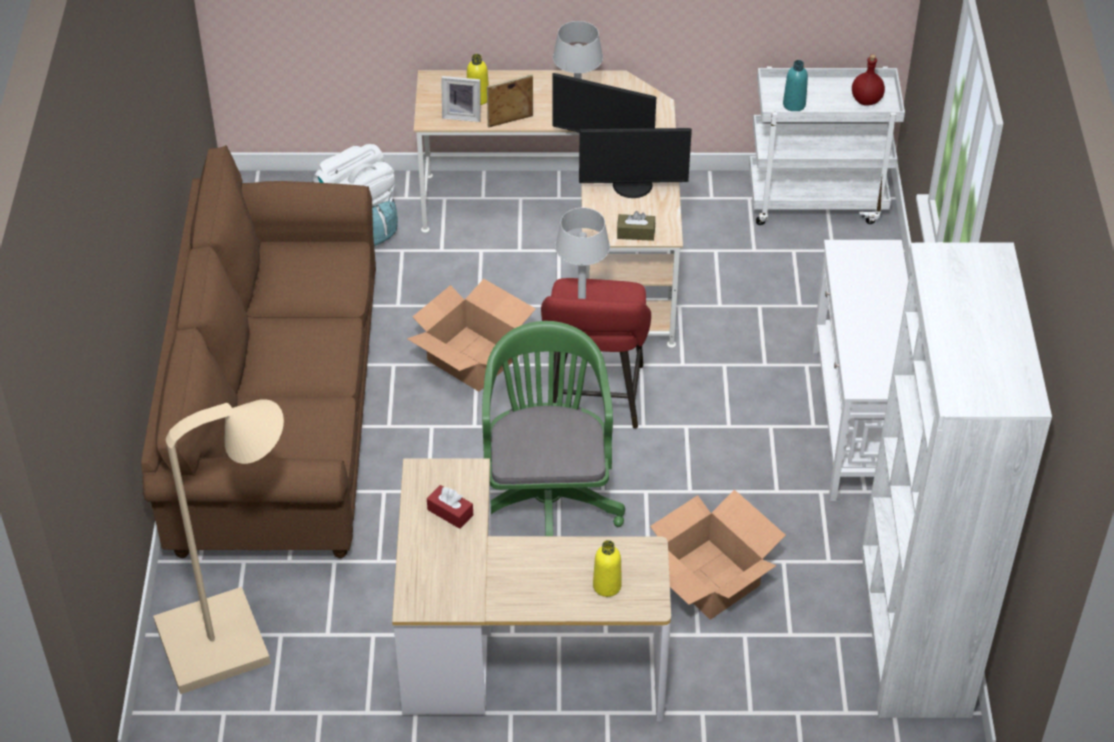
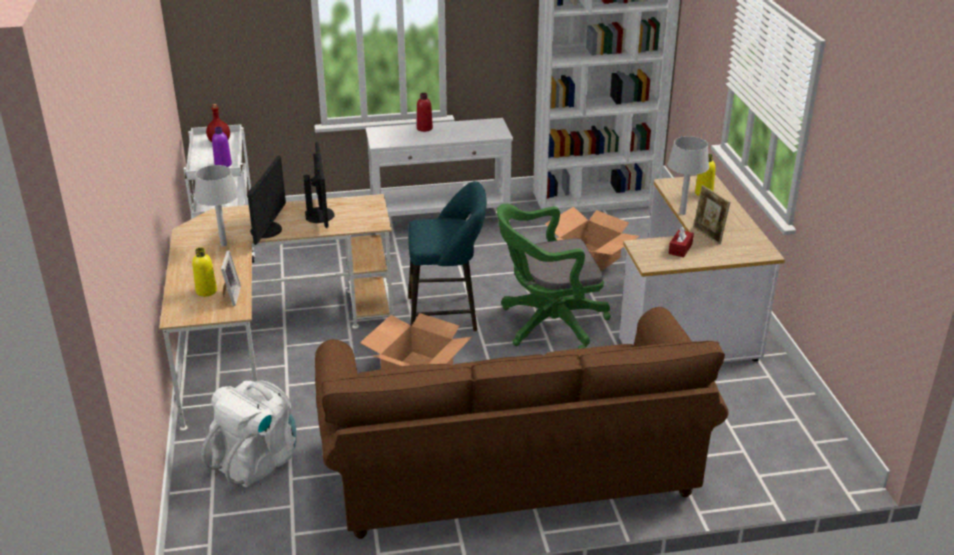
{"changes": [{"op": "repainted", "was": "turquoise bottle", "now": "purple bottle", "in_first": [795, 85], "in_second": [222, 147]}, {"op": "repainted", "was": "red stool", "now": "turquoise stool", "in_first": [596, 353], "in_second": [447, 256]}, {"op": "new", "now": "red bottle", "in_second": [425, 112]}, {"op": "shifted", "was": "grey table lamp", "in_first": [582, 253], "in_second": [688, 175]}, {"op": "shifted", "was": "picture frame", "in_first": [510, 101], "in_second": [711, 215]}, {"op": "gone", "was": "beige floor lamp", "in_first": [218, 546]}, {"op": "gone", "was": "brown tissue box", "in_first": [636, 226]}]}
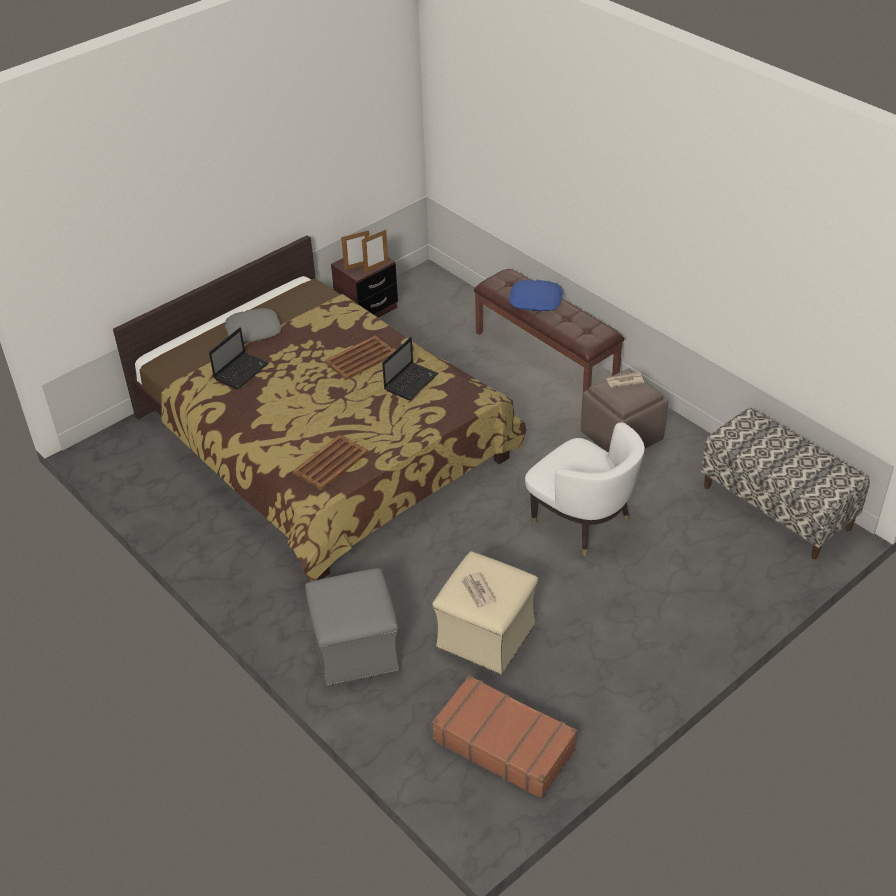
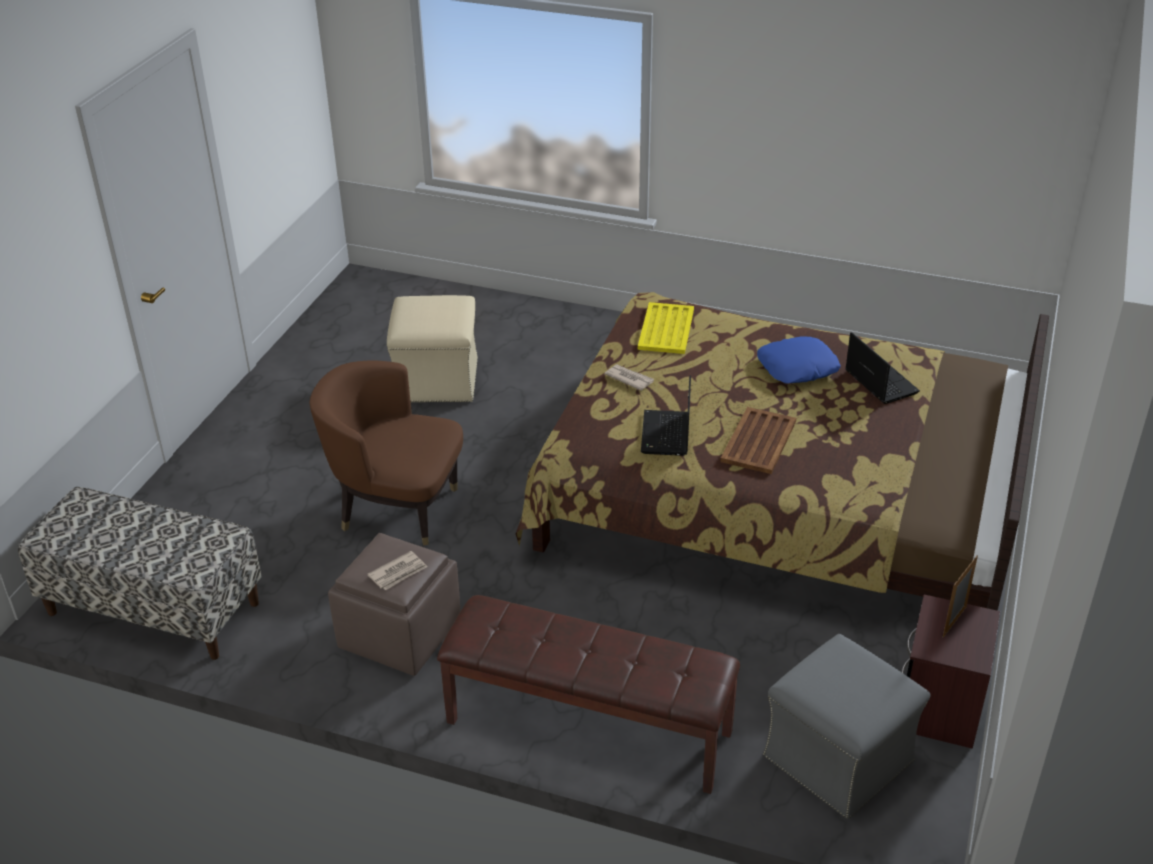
{"changes": [{"op": "repainted", "was": "white armchair", "now": "brown armchair", "in_first": [585, 489], "in_second": [386, 452]}, {"op": "shifted", "was": "newspaper", "in_first": [478, 590], "in_second": [629, 377]}, {"op": "repainted", "was": "brown tray", "now": "yellow tray", "in_first": [330, 462], "in_second": [666, 328]}, {"op": "shifted", "was": "blue pillow", "in_first": [536, 295], "in_second": [799, 360]}, {"op": "shifted", "was": "grey ottoman", "in_first": [352, 627], "in_second": [846, 726]}, {"op": "rotated", "was": "laptop", "in_first": [239, 358], "in_second": [882, 368], "clockwise": 150}, {"op": "gone", "was": "grey pillow", "in_first": [253, 325]}, {"op": "gone", "was": "picture frame", "in_first": [375, 251]}, {"op": "gone", "was": "brown suitcase", "in_first": [504, 737]}]}
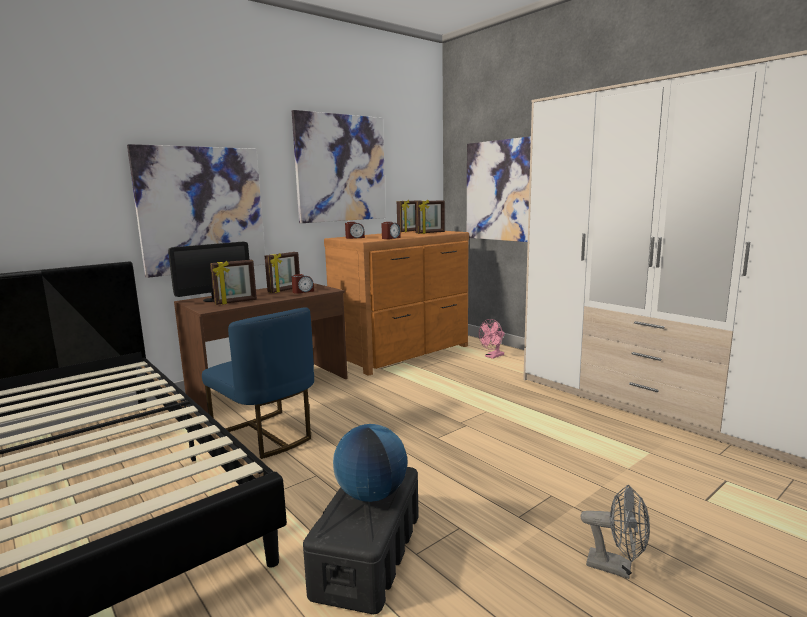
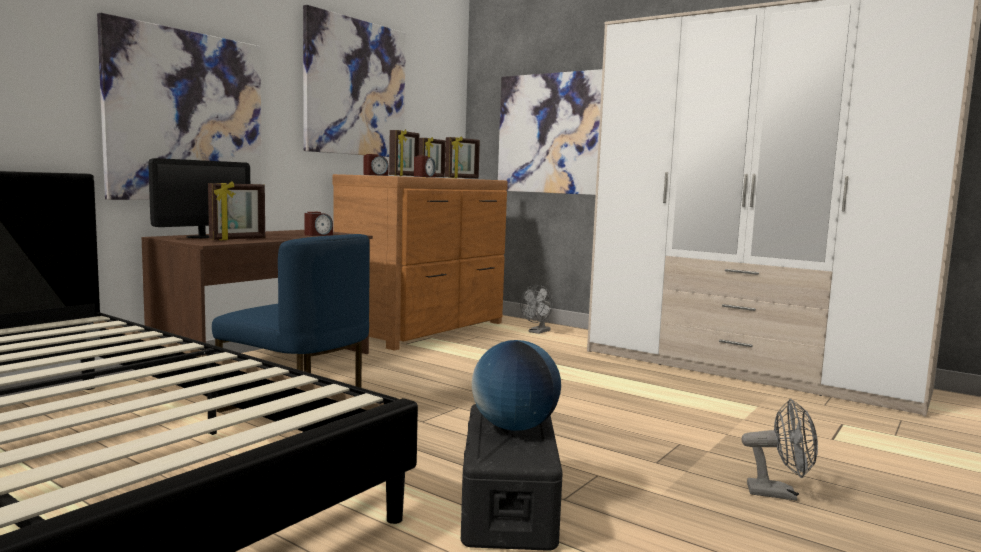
{"changes": [{"op": "shifted", "was": "picture frame", "in_first": [282, 272], "in_second": [404, 152]}, {"op": "repainted", "was": "pink fan", "now": "grey fan", "in_first": [492, 339], "in_second": [536, 309]}]}
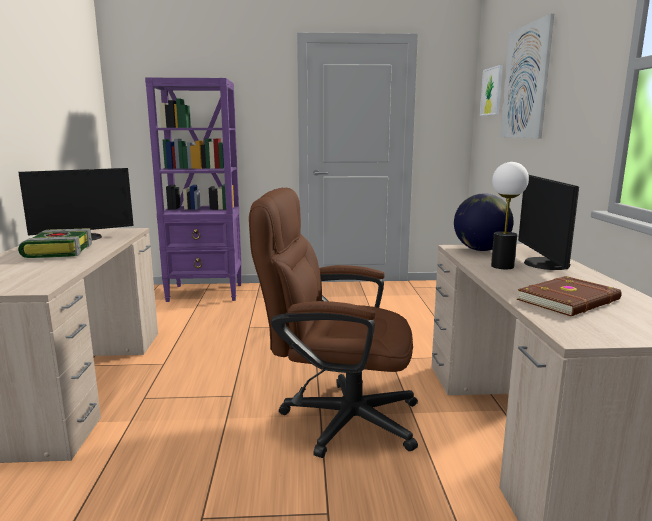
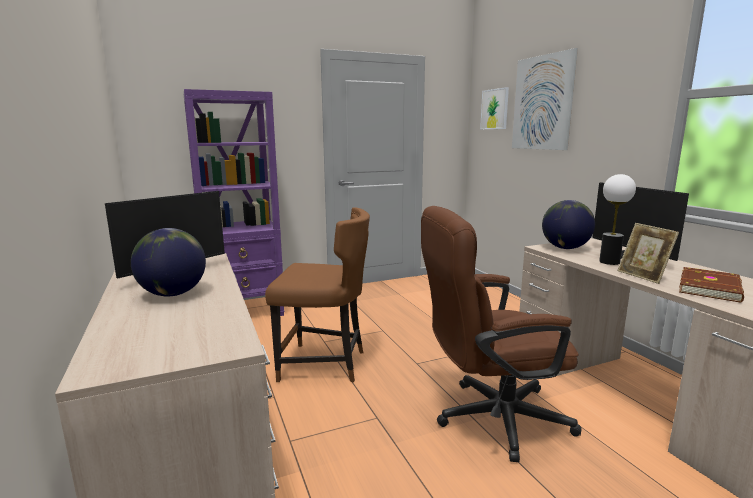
{"changes": [{"op": "swapped", "was": "book", "now": "globe", "in_first": [55, 243], "in_second": [168, 262]}, {"op": "new", "now": "brown chair", "in_second": [317, 294]}, {"op": "new", "now": "picture frame", "in_second": [648, 253]}]}
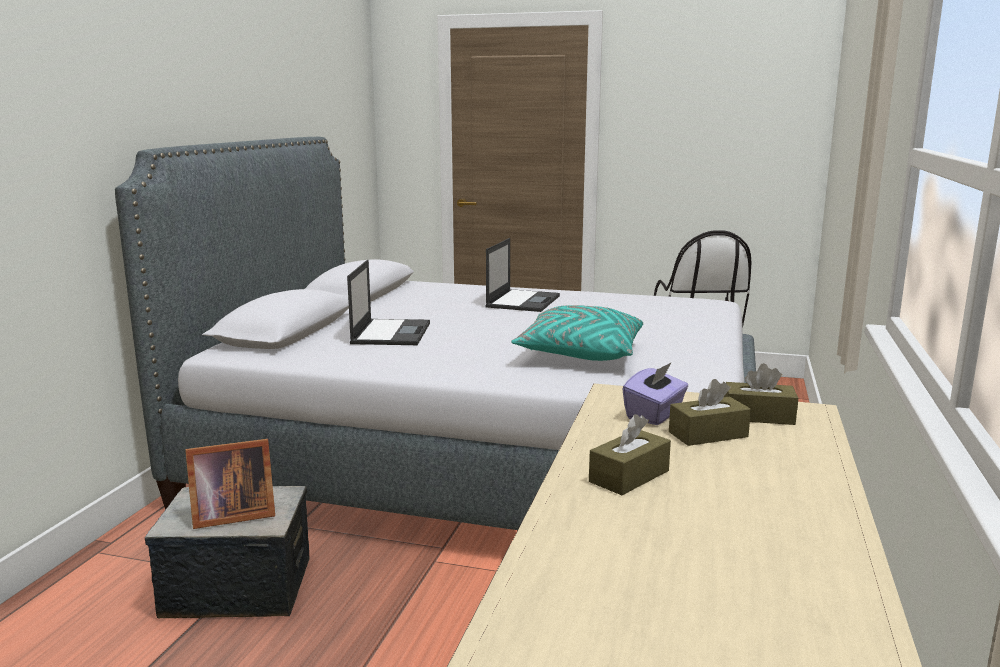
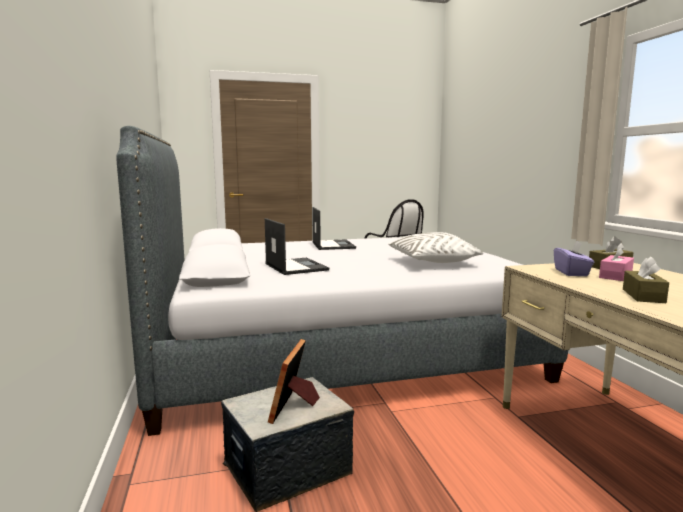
{"changes": [{"op": "rotated", "was": "picture frame", "in_first": [230, 484], "in_second": [294, 381], "clockwise": 150}, {"op": "repainted", "was": "turquoise pillow", "now": "white pillow", "in_first": [577, 333], "in_second": [435, 247]}, {"op": "repainted", "was": "brown tissue box", "now": "pink tissue box", "in_first": [710, 412], "in_second": [616, 262]}]}
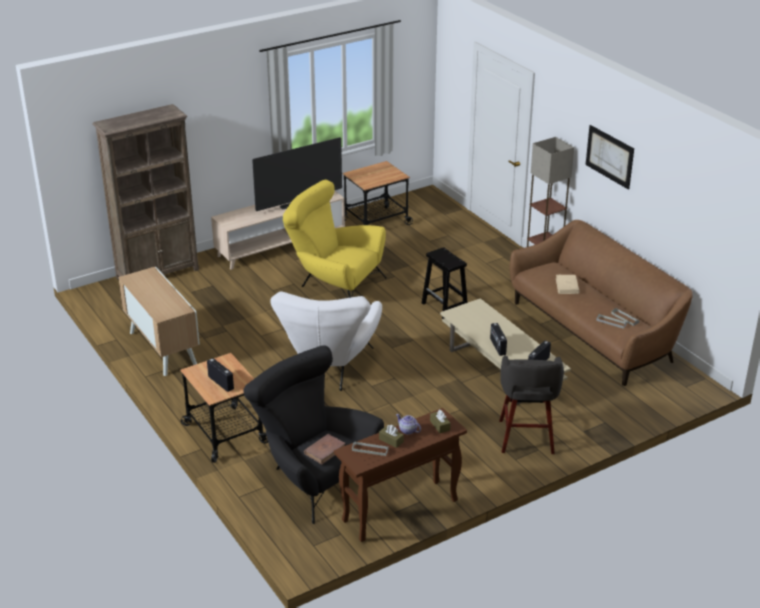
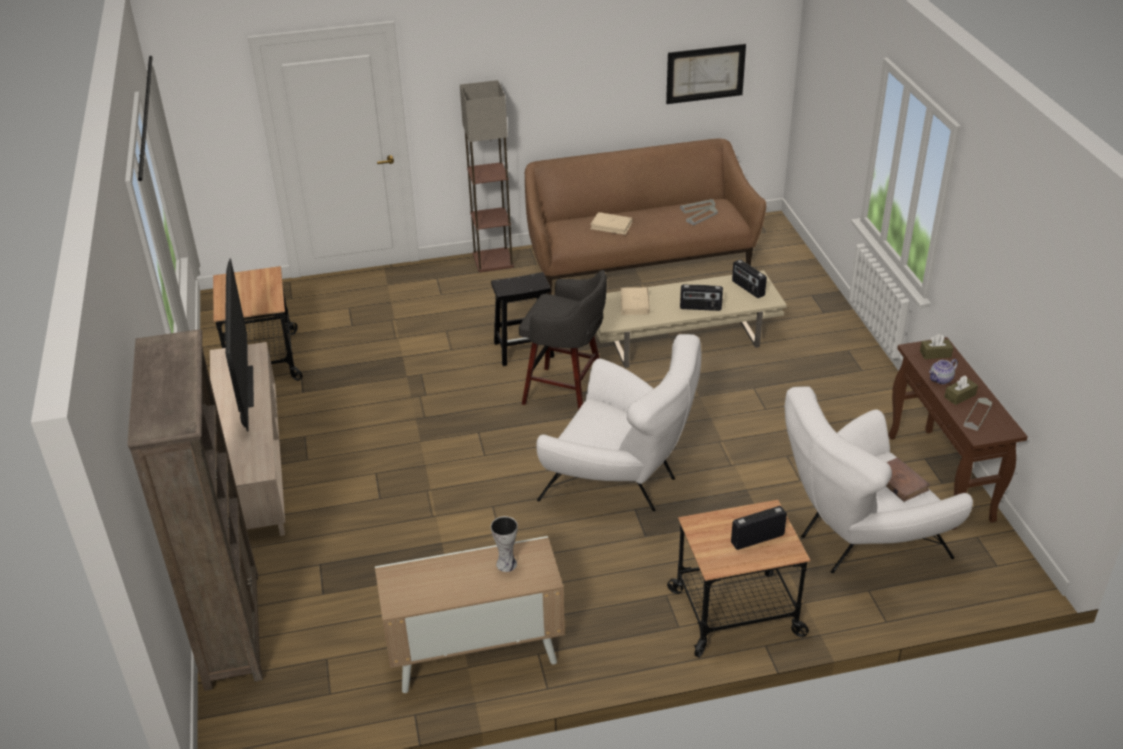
{"changes": [{"op": "new", "now": "vase", "in_second": [504, 544]}, {"op": "shifted", "was": "grey stool", "in_first": [531, 404], "in_second": [563, 340]}, {"op": "new", "now": "beige book", "in_second": [635, 301]}, {"op": "shifted", "was": "picture", "in_first": [610, 157], "in_second": [706, 74]}, {"op": "repainted", "was": "black armchair", "now": "white armchair", "in_first": [314, 434], "in_second": [879, 480]}, {"op": "gone", "was": "yellow armchair", "in_first": [335, 239]}]}
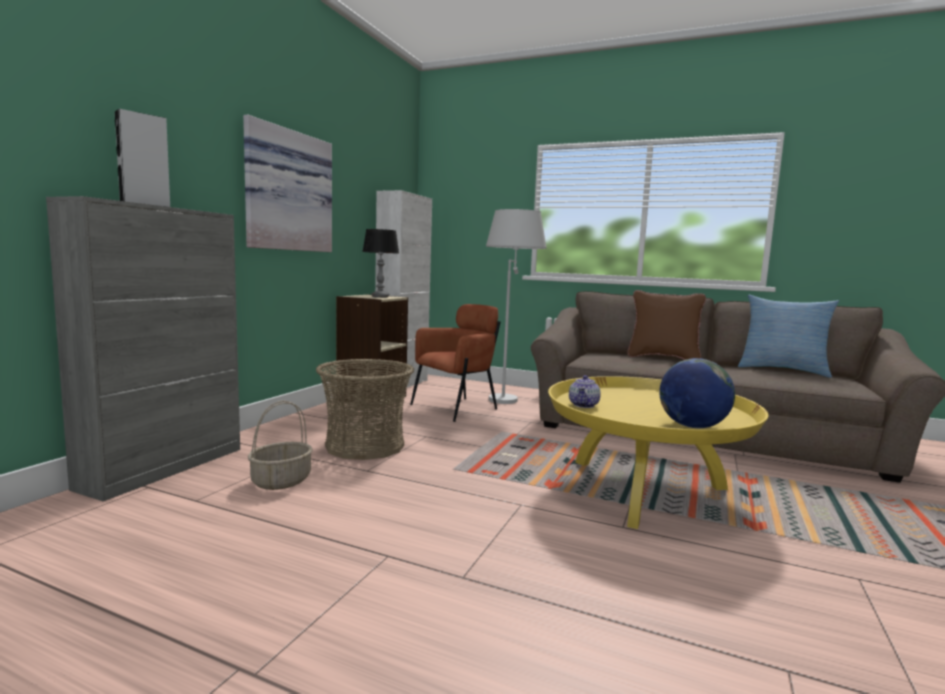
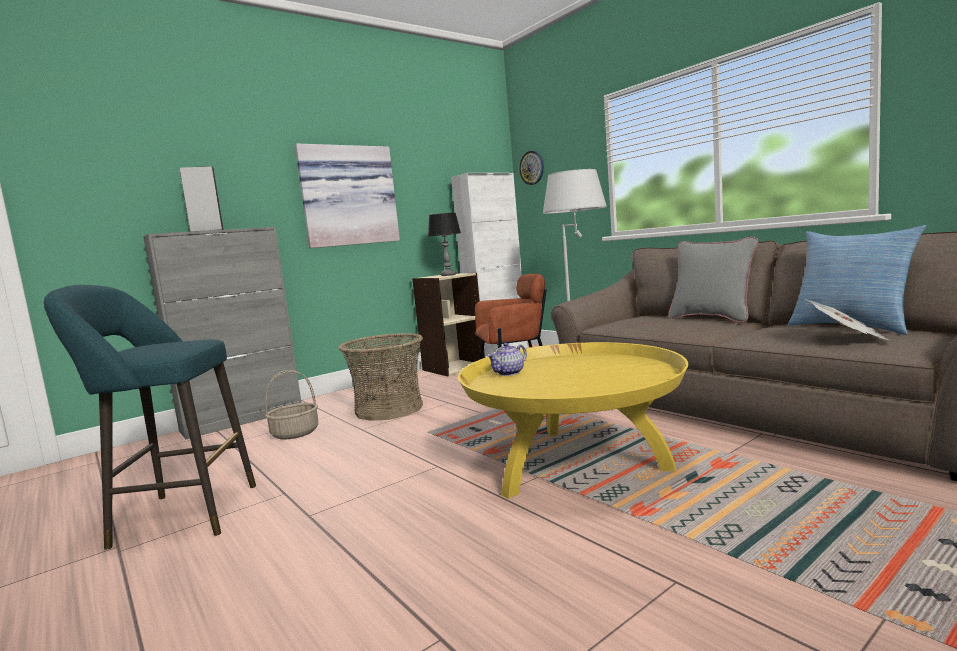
{"changes": [{"op": "new", "now": "turquoise stool", "in_second": [150, 417]}, {"op": "new", "now": "wall clock", "in_second": [531, 168]}, {"op": "repainted", "was": "brown pillow", "now": "grey pillow", "in_first": [666, 325], "in_second": [713, 280]}, {"op": "new", "now": "newspaper", "in_second": [849, 320]}, {"op": "gone", "was": "globe", "in_first": [697, 393]}]}
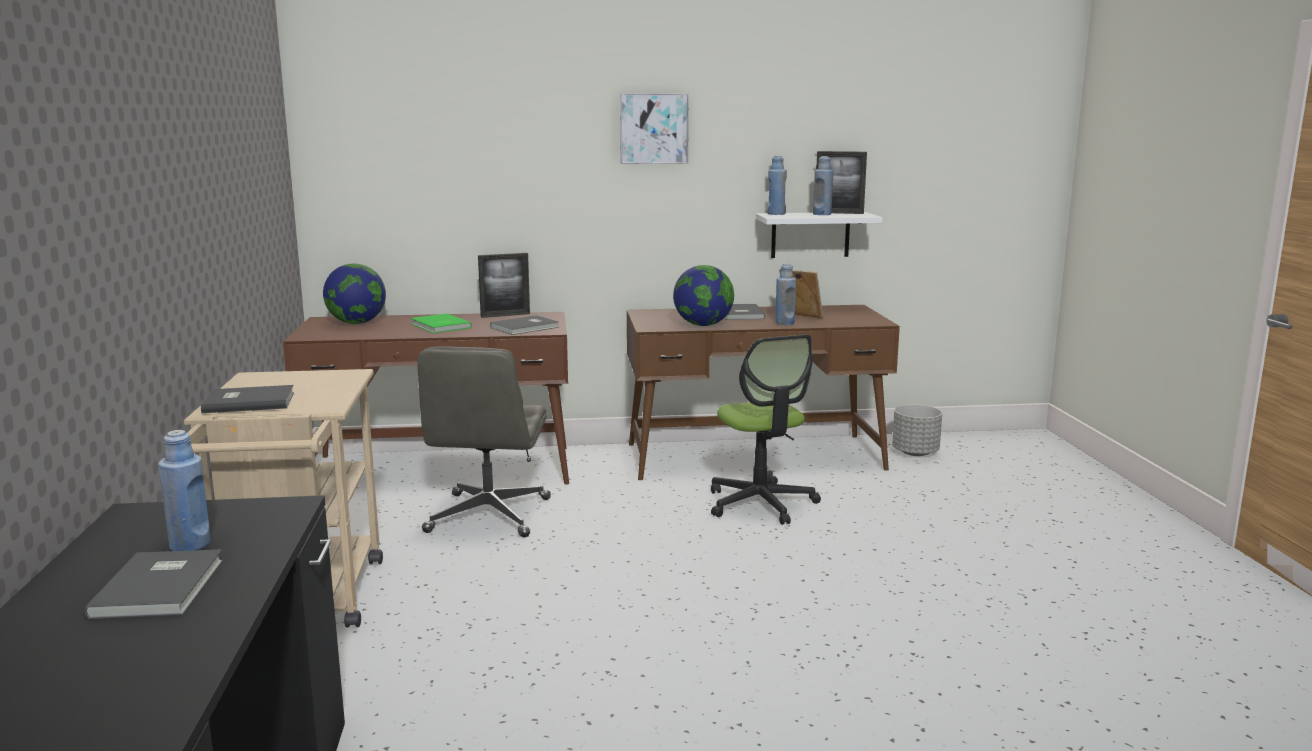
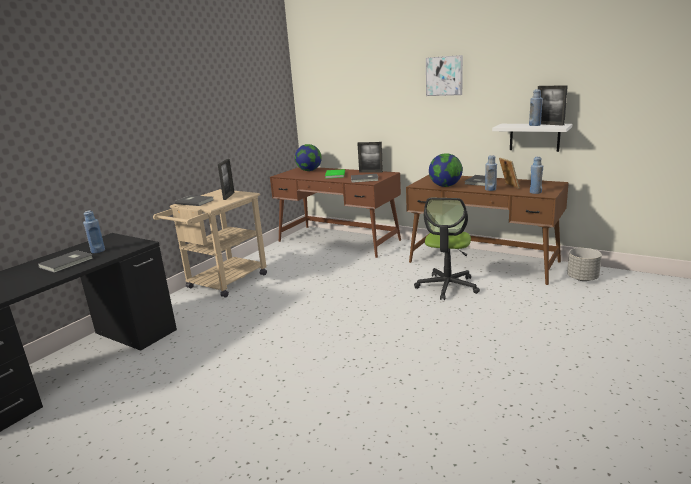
{"changes": [{"op": "new", "now": "picture frame", "in_second": [226, 179]}, {"op": "shifted", "was": "blue bottle", "in_first": [777, 185], "in_second": [536, 175]}, {"op": "gone", "was": "grey office chair", "in_first": [484, 441]}]}
